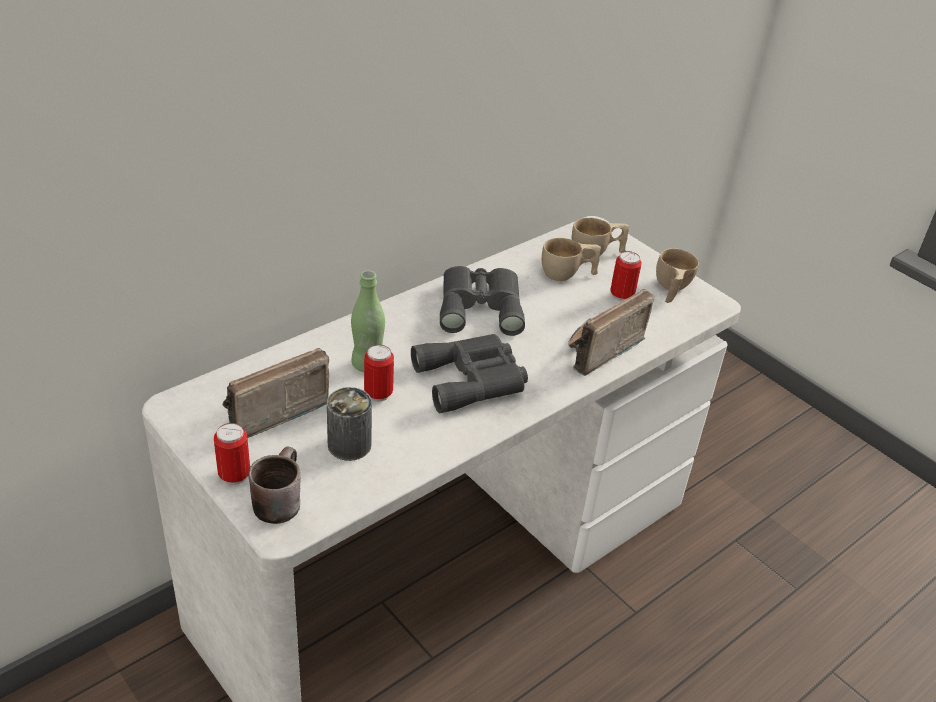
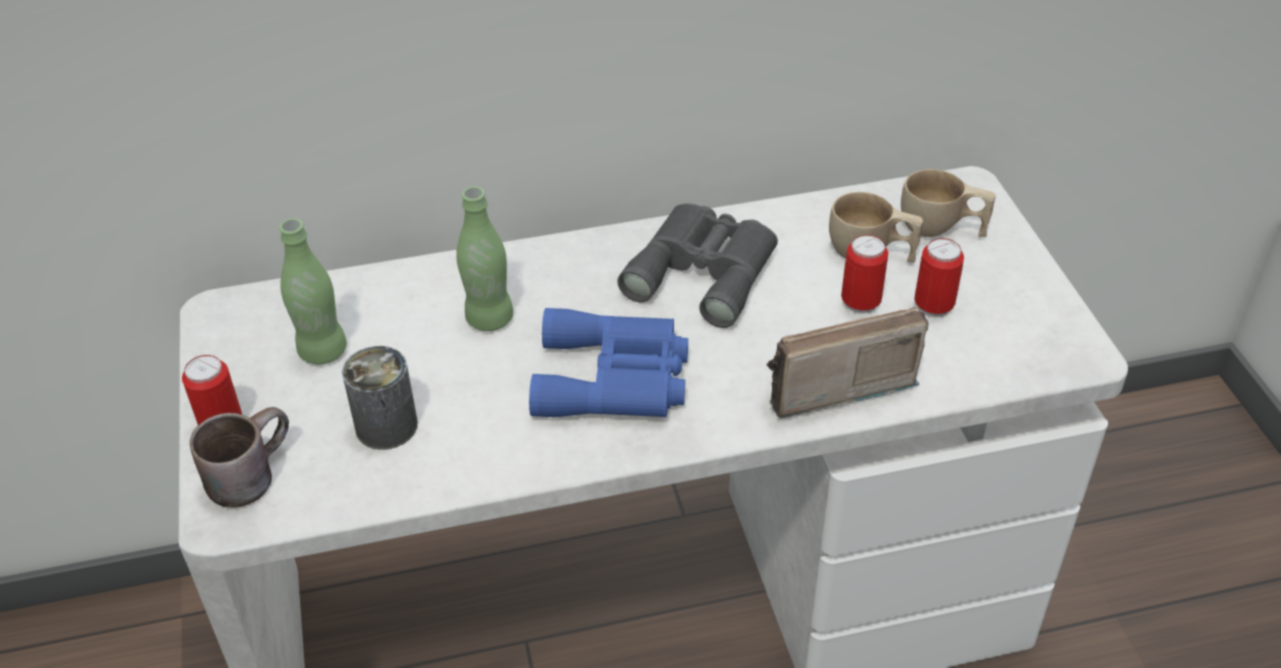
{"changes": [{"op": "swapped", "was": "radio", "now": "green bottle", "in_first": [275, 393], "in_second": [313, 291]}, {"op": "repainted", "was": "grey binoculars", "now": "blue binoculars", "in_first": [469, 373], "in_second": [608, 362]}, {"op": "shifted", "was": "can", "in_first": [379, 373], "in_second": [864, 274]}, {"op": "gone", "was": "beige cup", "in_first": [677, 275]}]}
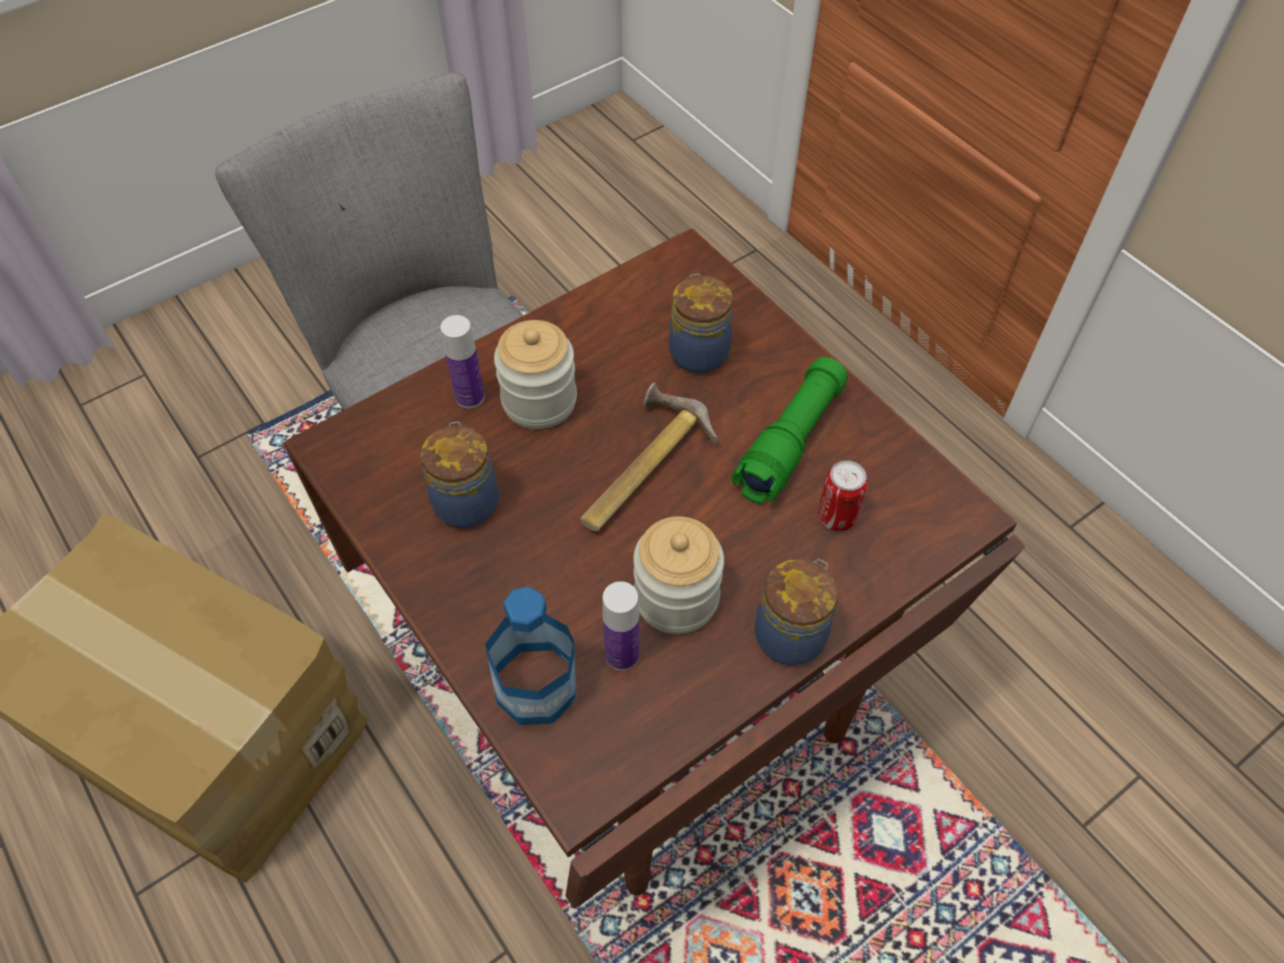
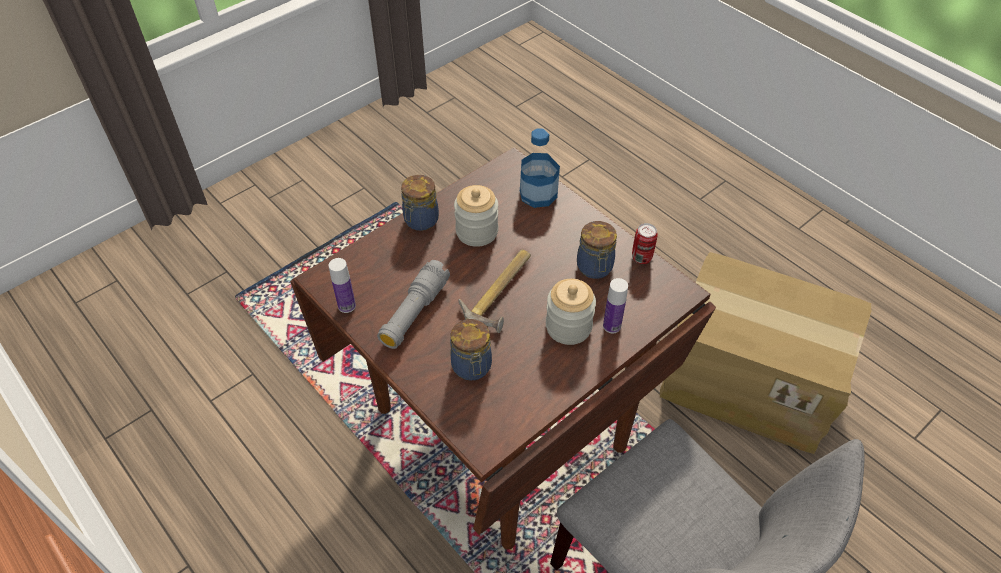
{"changes": [{"op": "shifted", "was": "bottle", "in_first": [621, 626], "in_second": [342, 285]}, {"op": "repainted", "was": "green flashlight", "now": "grey flashlight", "in_first": [790, 430], "in_second": [413, 304]}, {"op": "shifted", "was": "can", "in_first": [843, 496], "in_second": [645, 243]}]}
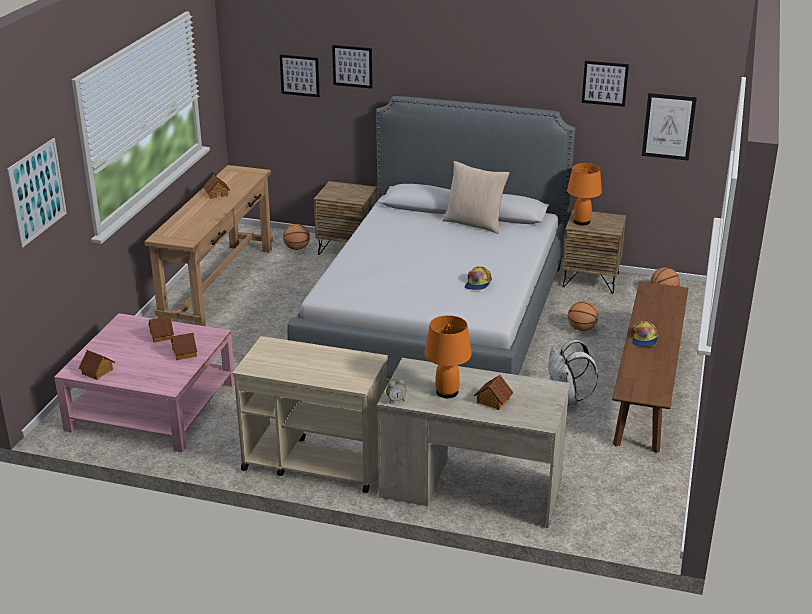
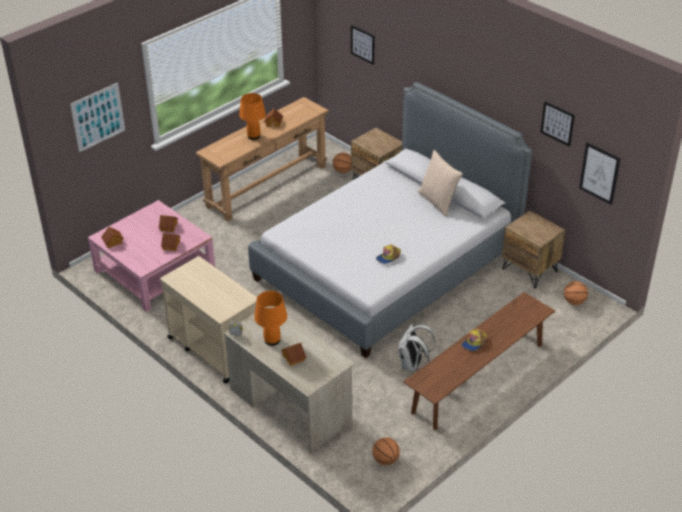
{"changes": [{"op": "shifted", "was": "orange table lamp", "in_first": [584, 194], "in_second": [252, 116]}, {"op": "shifted", "was": "basketball", "in_first": [583, 316], "in_second": [386, 451]}, {"op": "gone", "was": "picture", "in_first": [352, 67]}]}
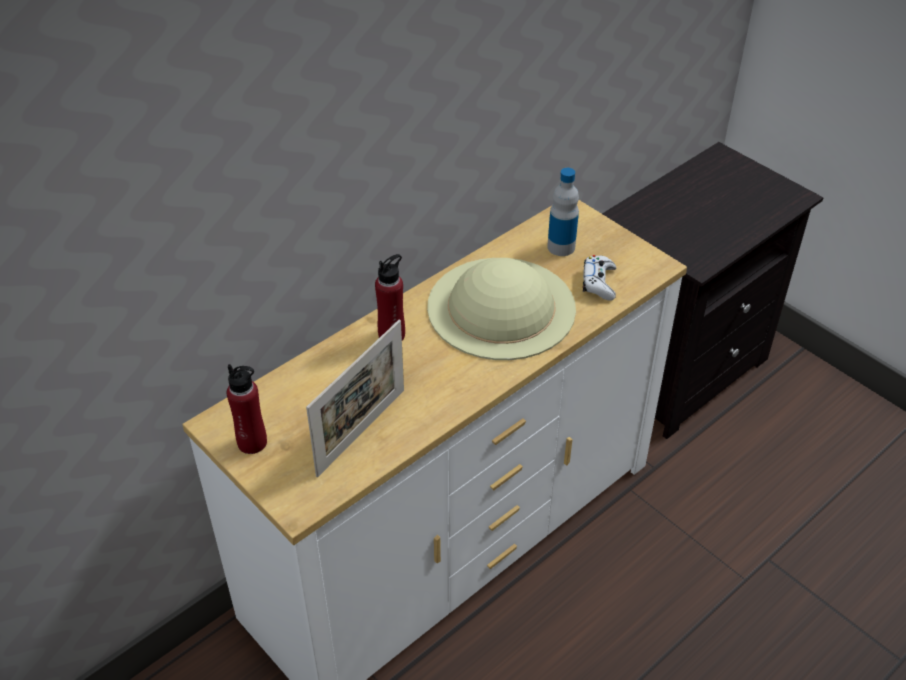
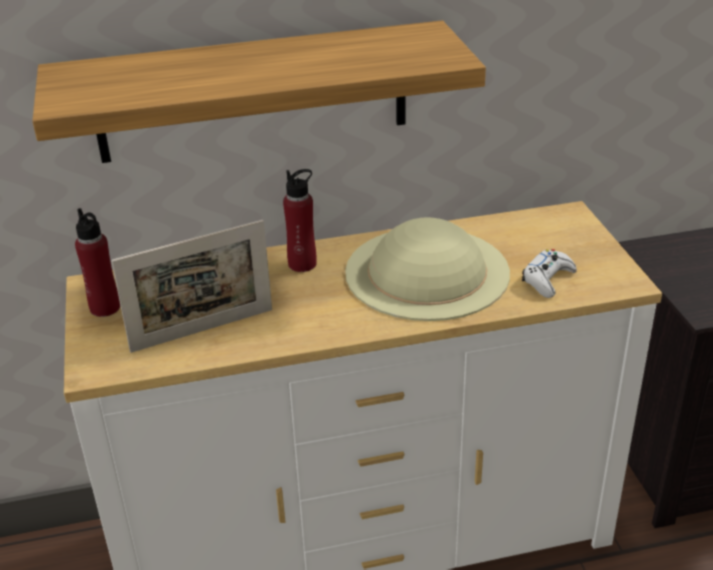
{"changes": [{"op": "new", "now": "shelf", "in_second": [259, 91]}, {"op": "gone", "was": "bottle", "in_first": [563, 212]}]}
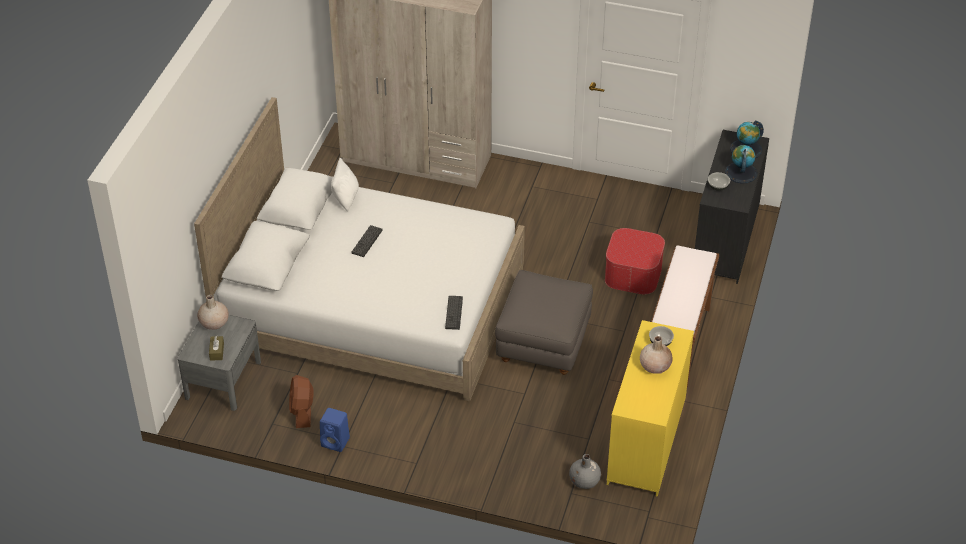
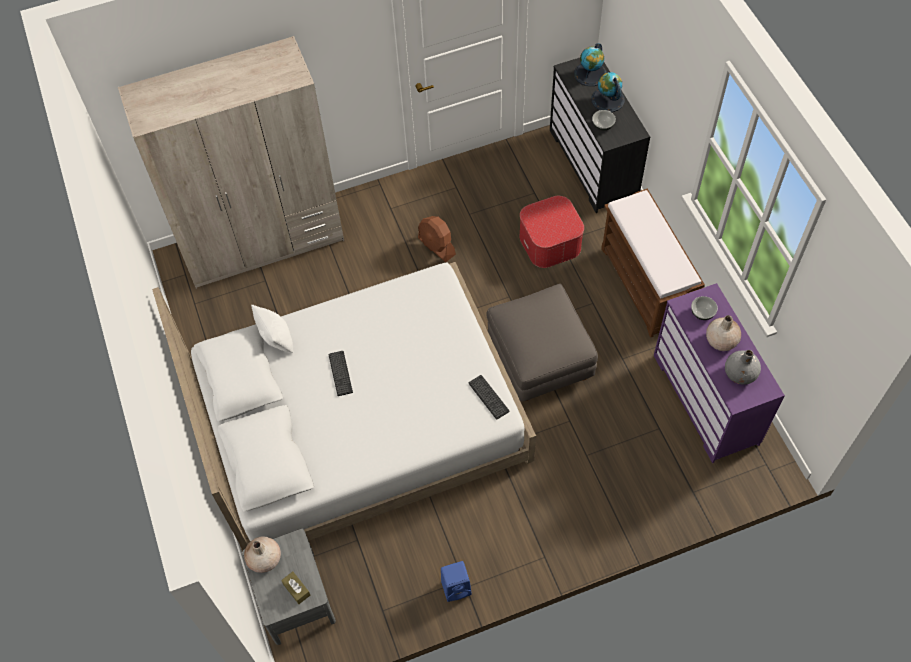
{"changes": [{"op": "shifted", "was": "brown fan", "in_first": [301, 401], "in_second": [437, 239]}, {"op": "repainted", "was": "yellow dresser", "now": "purple dresser", "in_first": [650, 408], "in_second": [719, 373]}, {"op": "shifted", "was": "grey vase", "in_first": [585, 471], "in_second": [743, 367]}]}
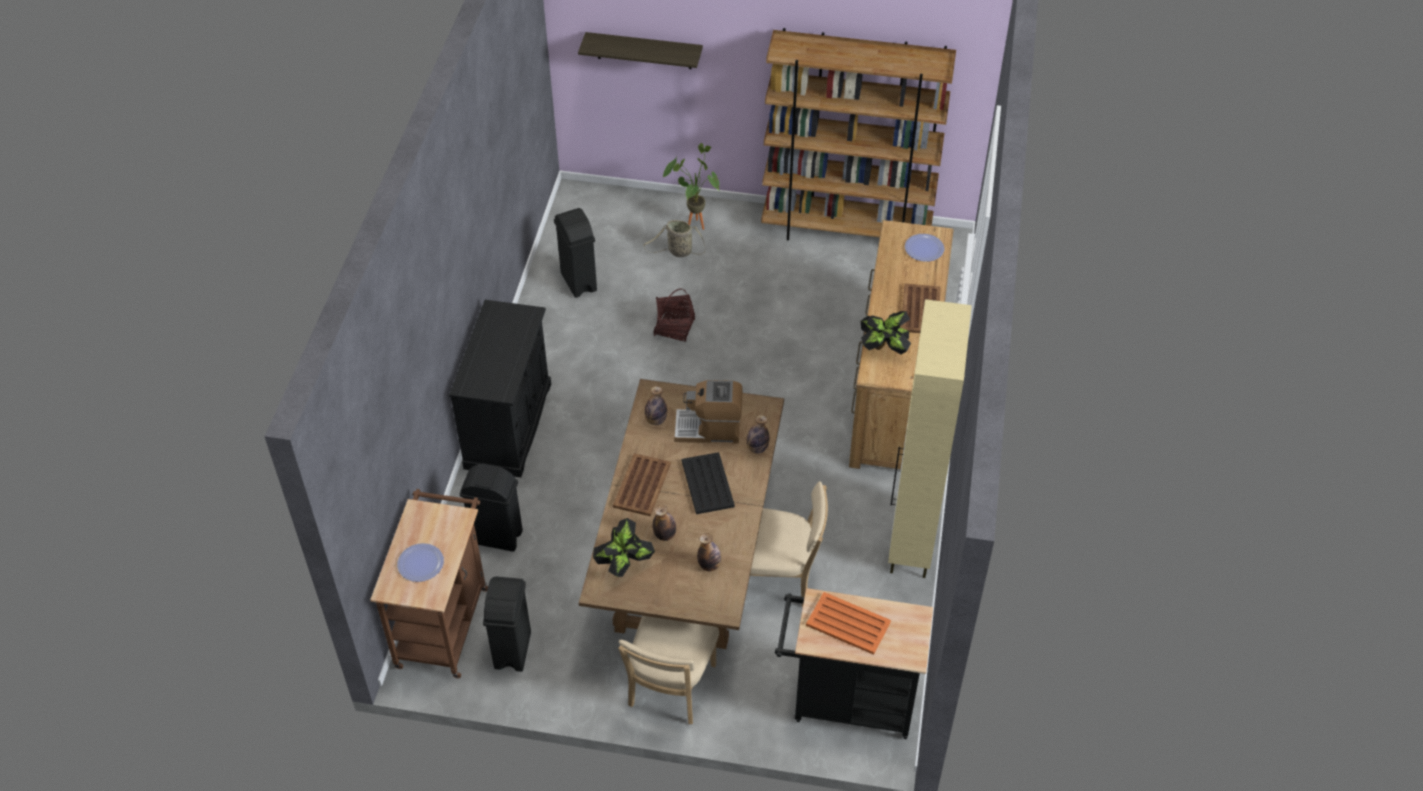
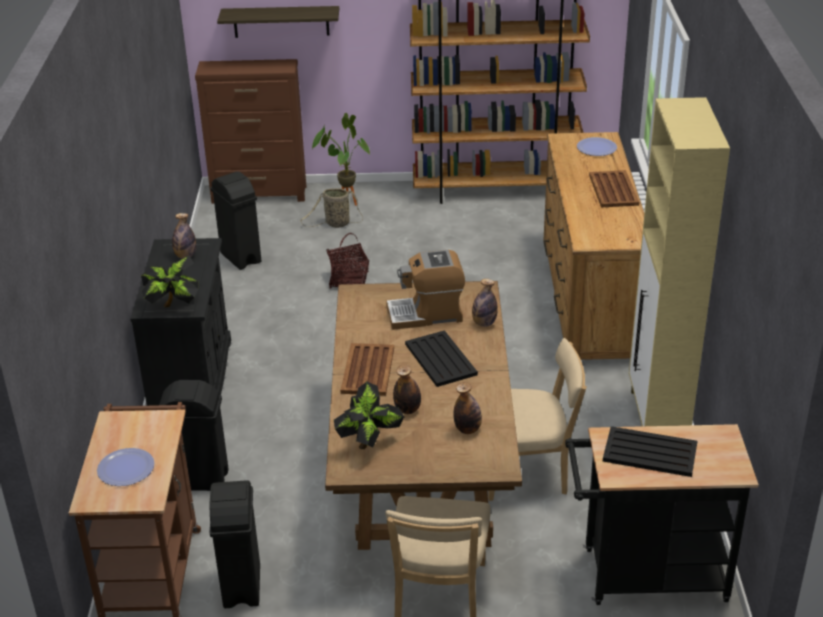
{"changes": [{"op": "shifted", "was": "potted plant", "in_first": [886, 332], "in_second": [170, 281]}, {"op": "shifted", "was": "bottle", "in_first": [656, 405], "in_second": [184, 236]}, {"op": "new", "now": "brown dresser", "in_second": [250, 131]}, {"op": "repainted", "was": "orange tray", "now": "black tray", "in_first": [848, 623], "in_second": [650, 451]}]}
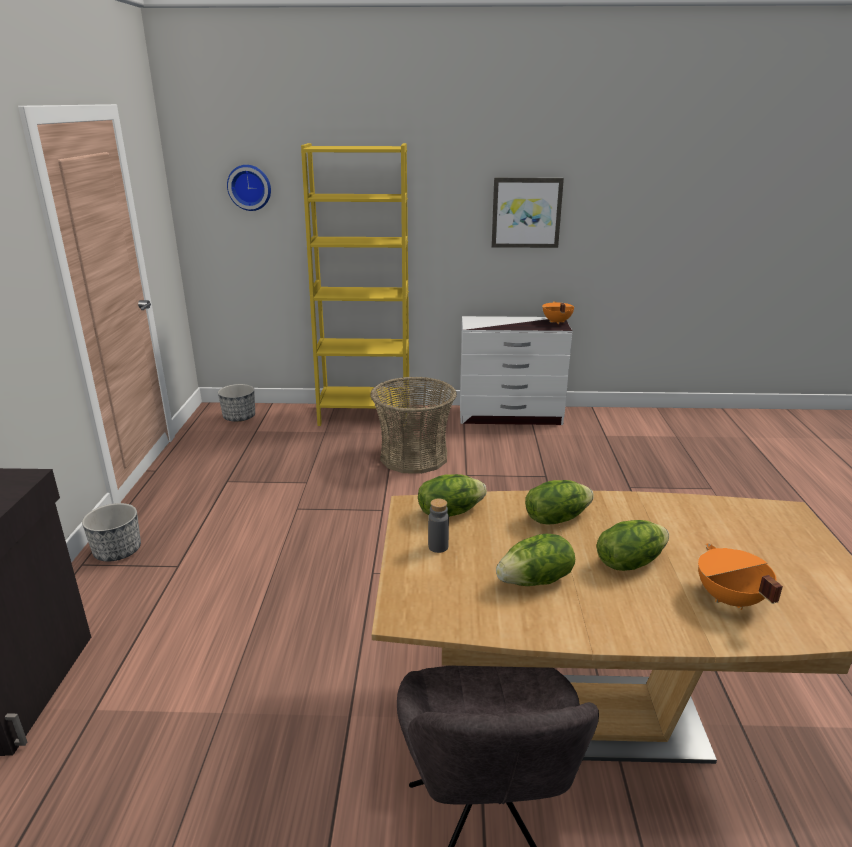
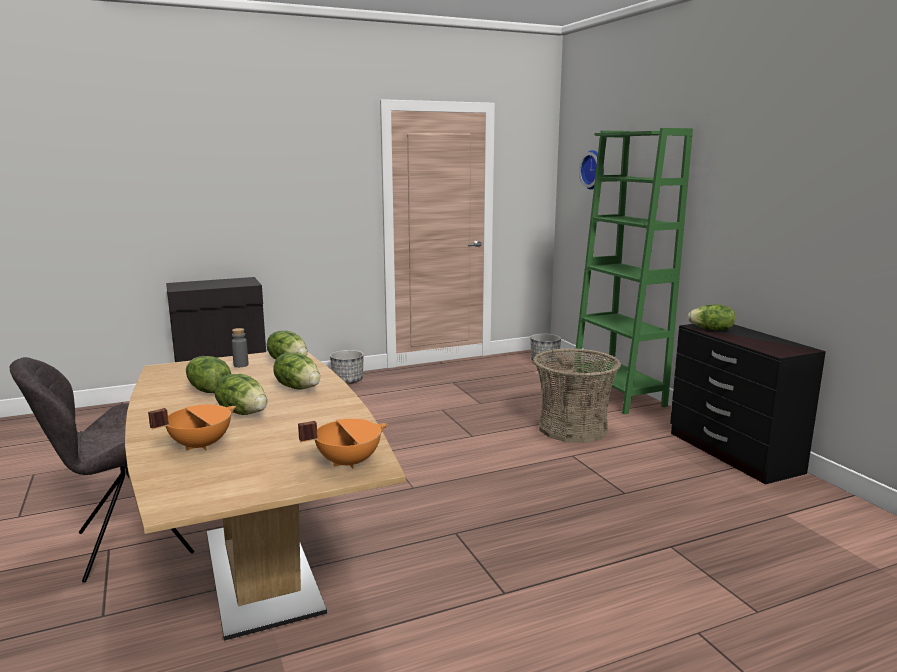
{"changes": [{"op": "shifted", "was": "orange cooking pot", "in_first": [558, 312], "in_second": [342, 444]}, {"op": "repainted", "was": "yellow bookcase", "now": "green bookcase", "in_first": [355, 284], "in_second": [633, 271]}, {"op": "repainted", "was": "white dresser", "now": "black dresser", "in_first": [516, 370], "in_second": [748, 404]}, {"op": "new", "now": "lettuce", "in_second": [711, 317]}, {"op": "gone", "was": "picture", "in_first": [527, 213]}]}
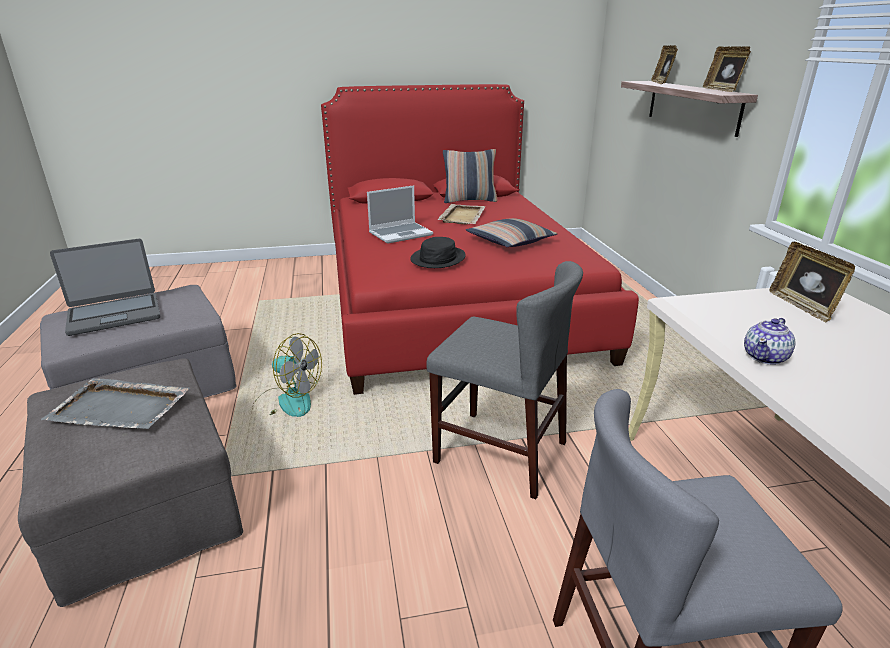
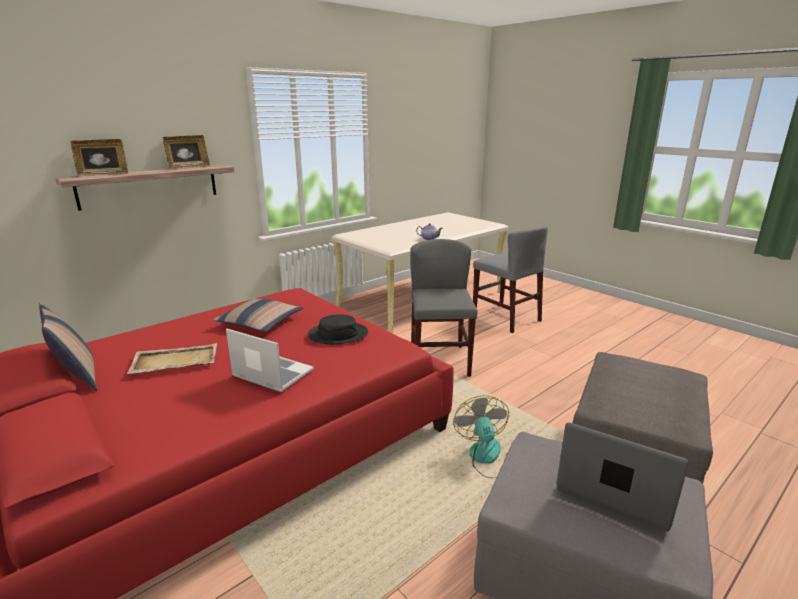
{"changes": [{"op": "gone", "was": "grey tray", "in_first": [115, 403]}, {"op": "gone", "was": "picture frame", "in_first": [812, 282]}]}
